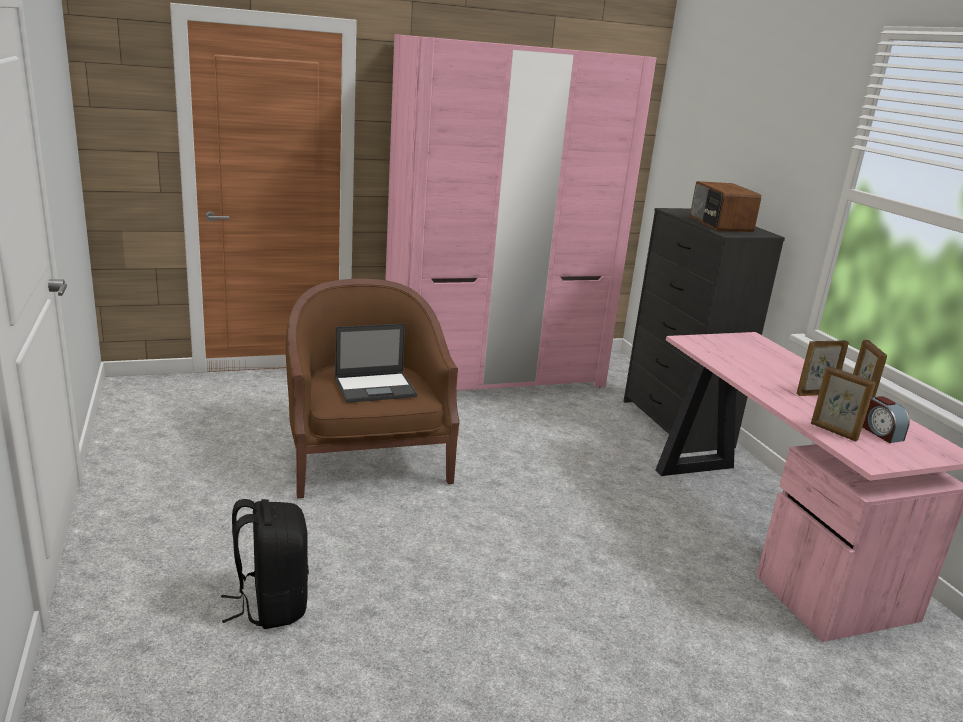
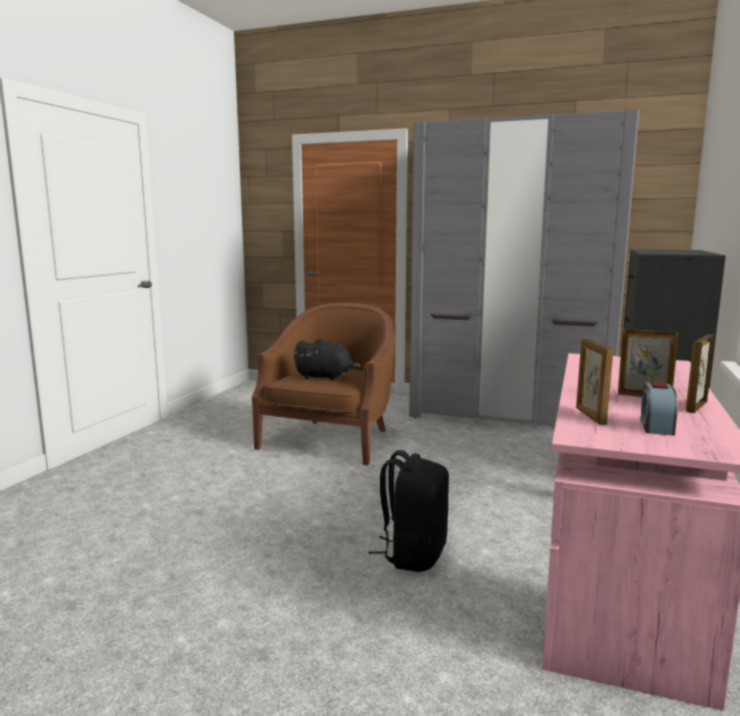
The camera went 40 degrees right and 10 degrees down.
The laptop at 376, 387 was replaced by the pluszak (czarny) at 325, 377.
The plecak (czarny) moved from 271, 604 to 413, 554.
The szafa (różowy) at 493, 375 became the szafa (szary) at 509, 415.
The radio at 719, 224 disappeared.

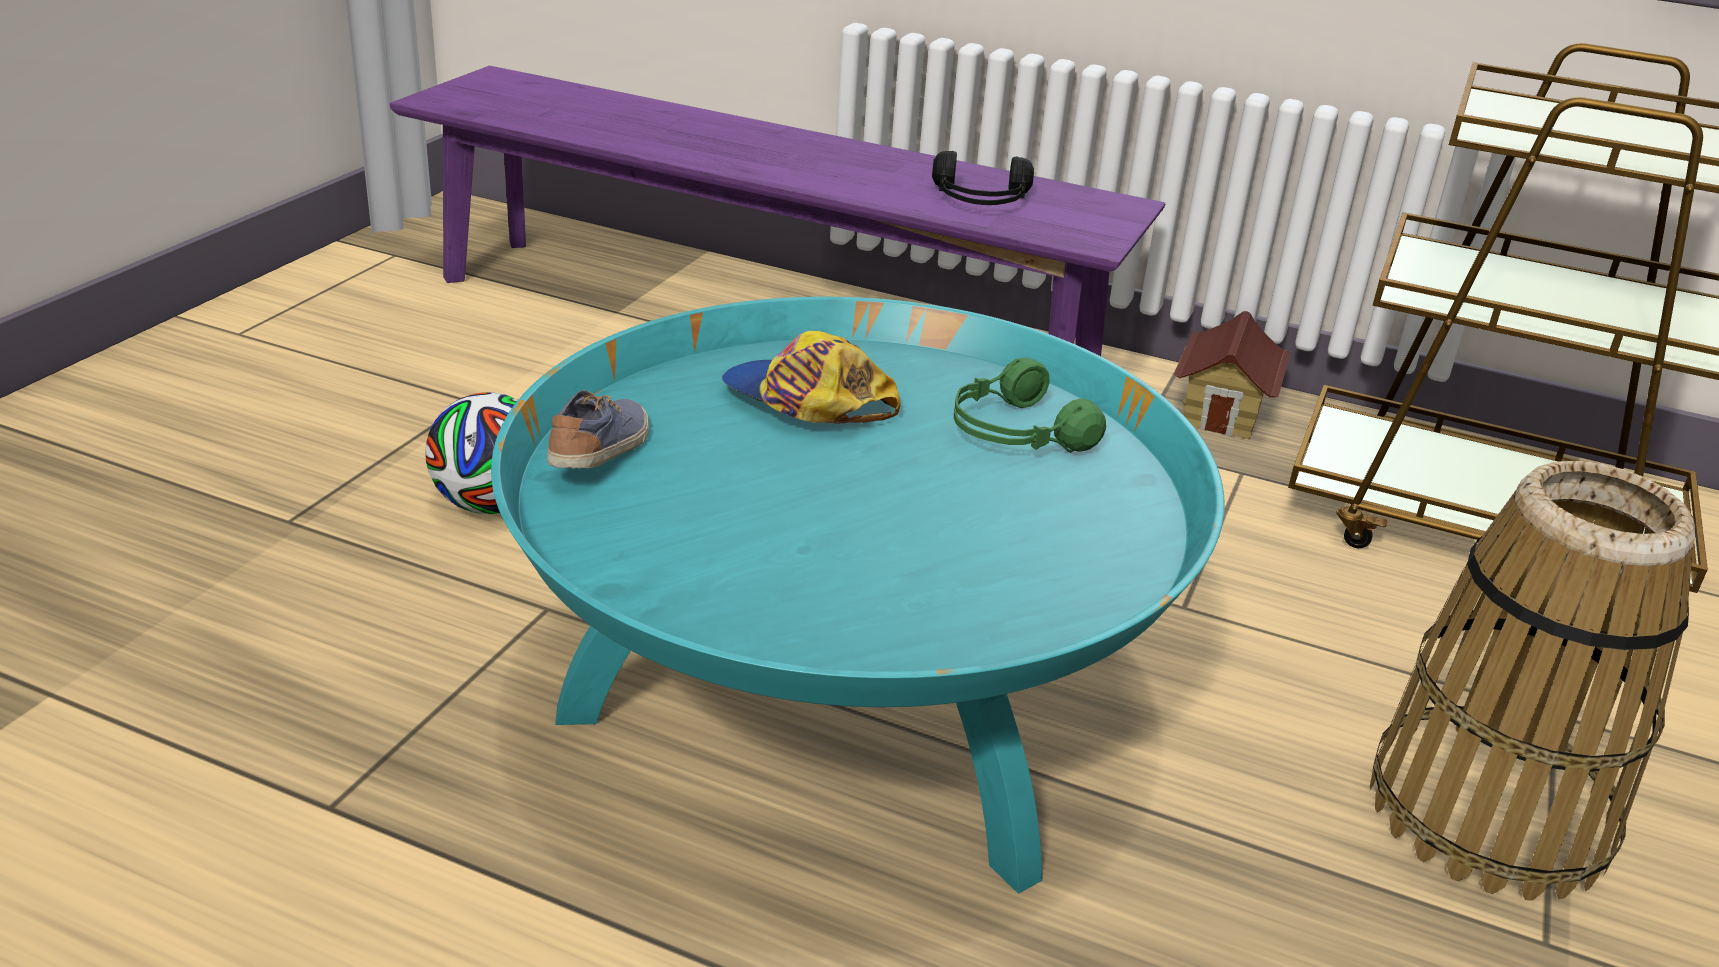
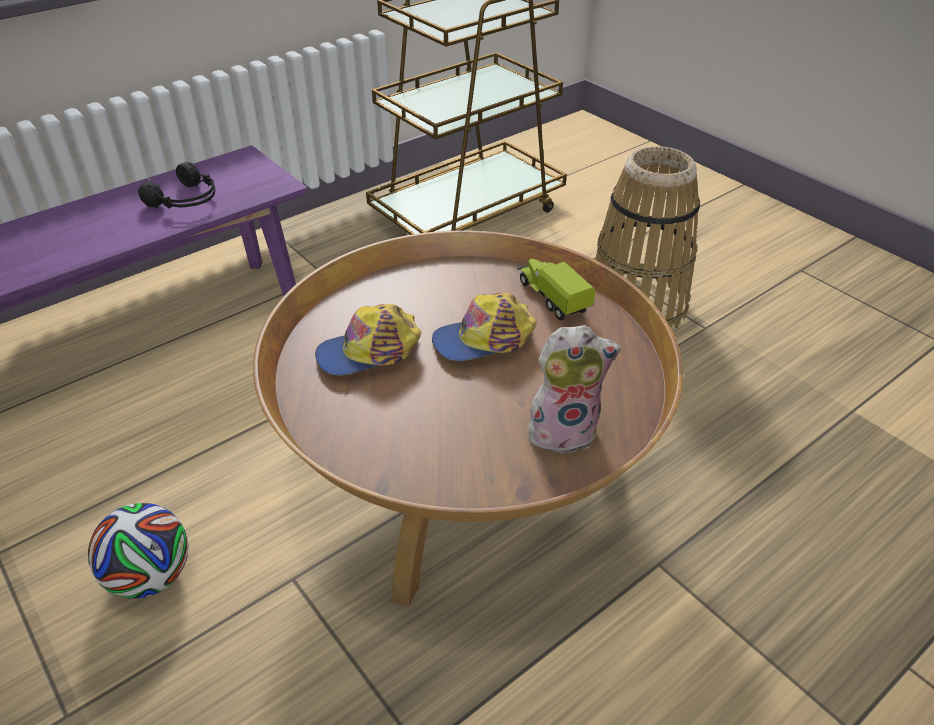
The camera went 60 degrees left and 10 degrees up.
The ława (turkusowy) at 841, 709 became the ława (brązowy) at 466, 474.
The czapka z daszkiem at 484, 339 appeared.
The ciężarówka zabawkowa at 552, 298 appeared.
The pluszak at 563, 431 appeared.
The but at 602, 453 disappeared.
The słuchawki (zielony) at 1015, 433 disappeared.
The domek at 1222, 415 disappeared.

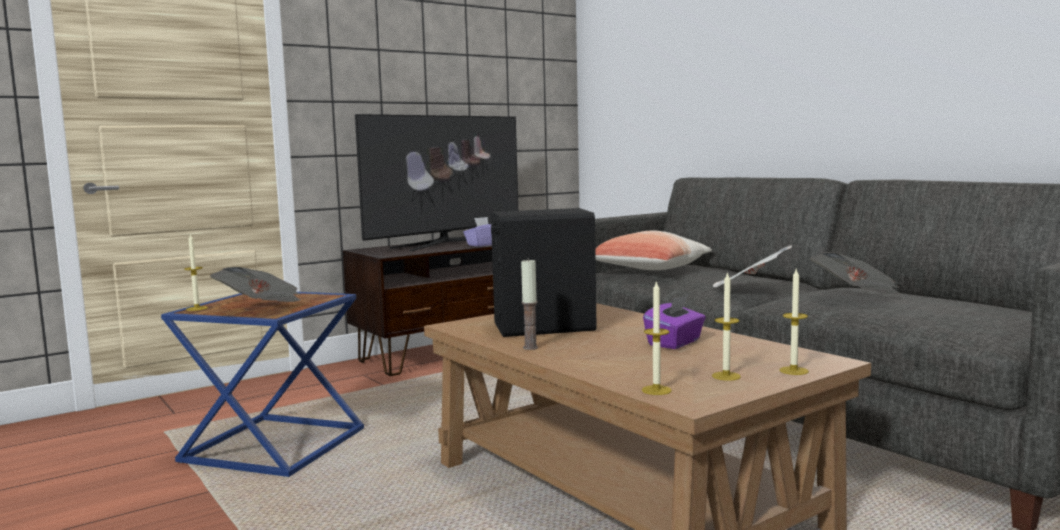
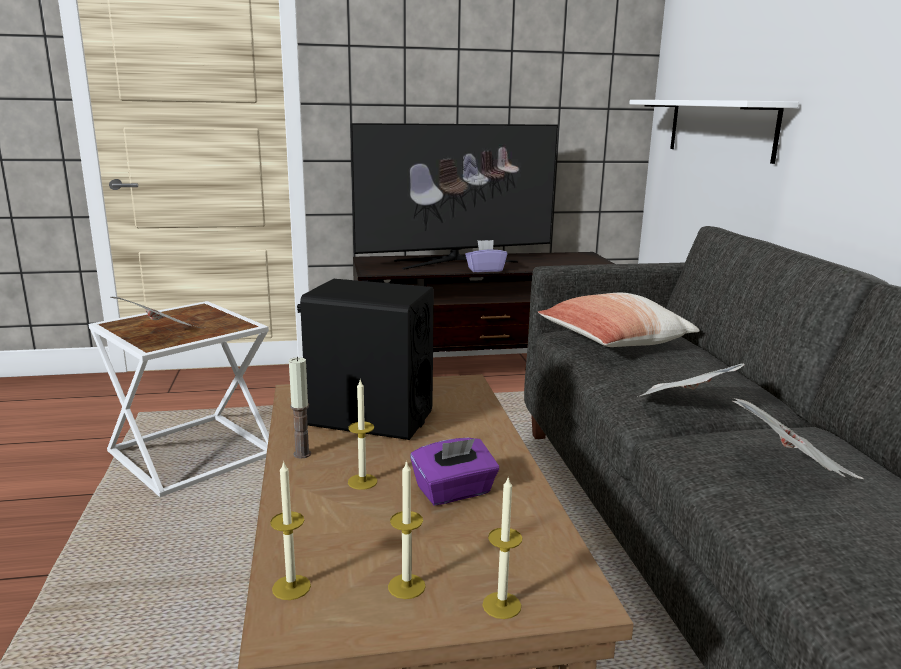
The camera went 25 degrees right and 10 degrees up.
The stolik (niebieski) at 274, 444 became the stolik (biały) at 193, 452.
The świeca moved from 197, 308 to 362, 481.
The półka (biały) at 720, 128 appeared.

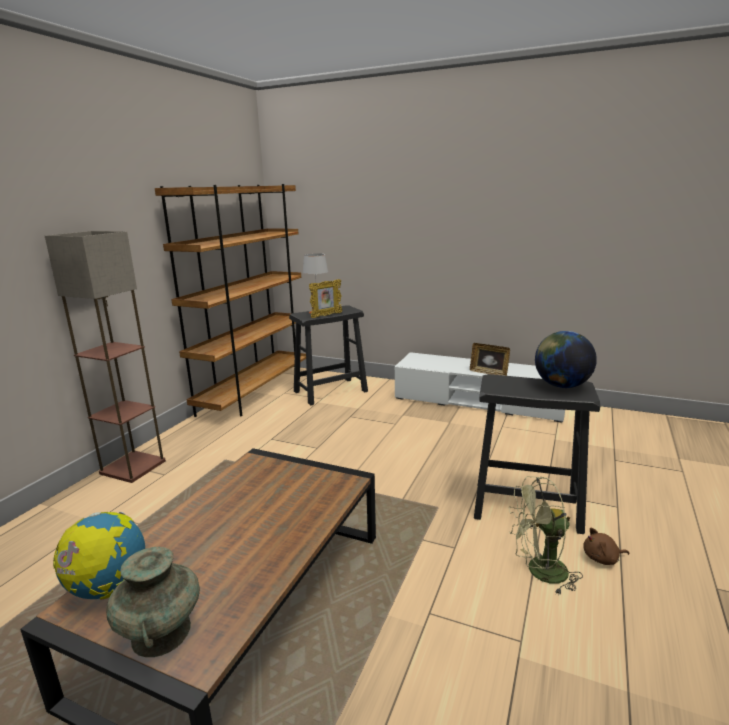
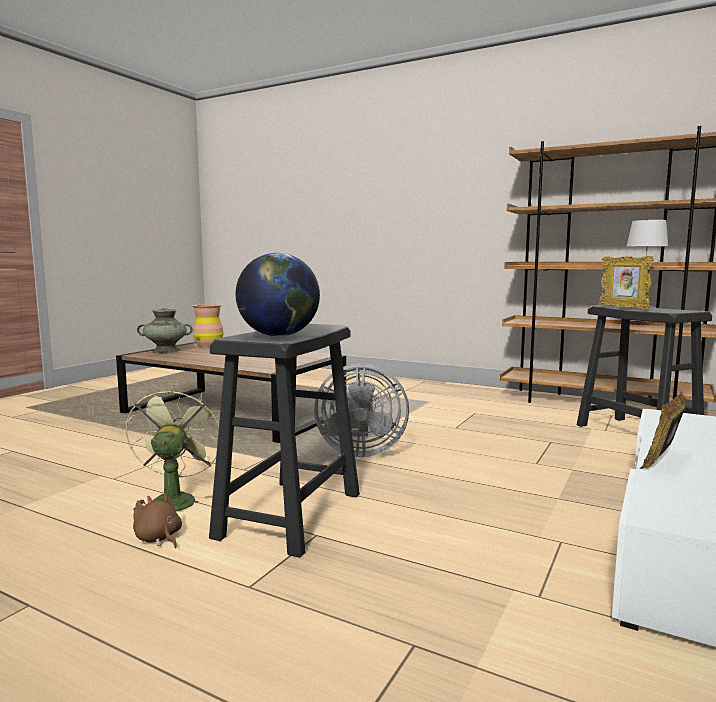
The camera went 95 degrees right and 10 degrees down.
The pluszak (brązowy) at 602, 558 turned 45 degrees counterclockwise.
The globus at 108, 588 was replaced by the wazon (brązowy) at 208, 345.
The wentylator (szary) at 358, 451 appeared.
The lampa stojąca at 133, 466 disappeared.

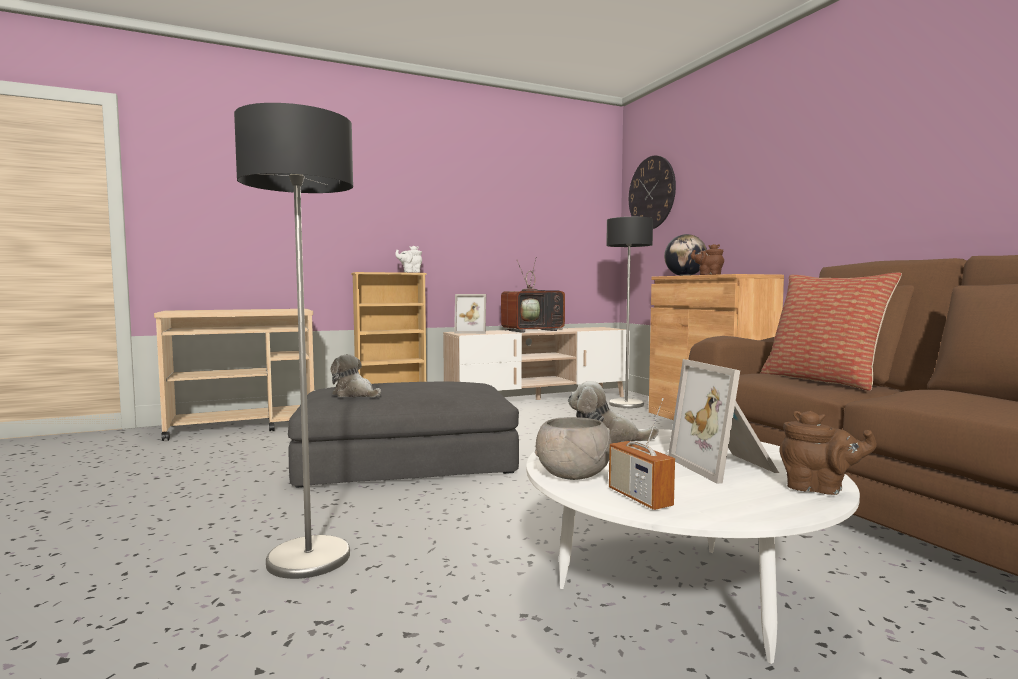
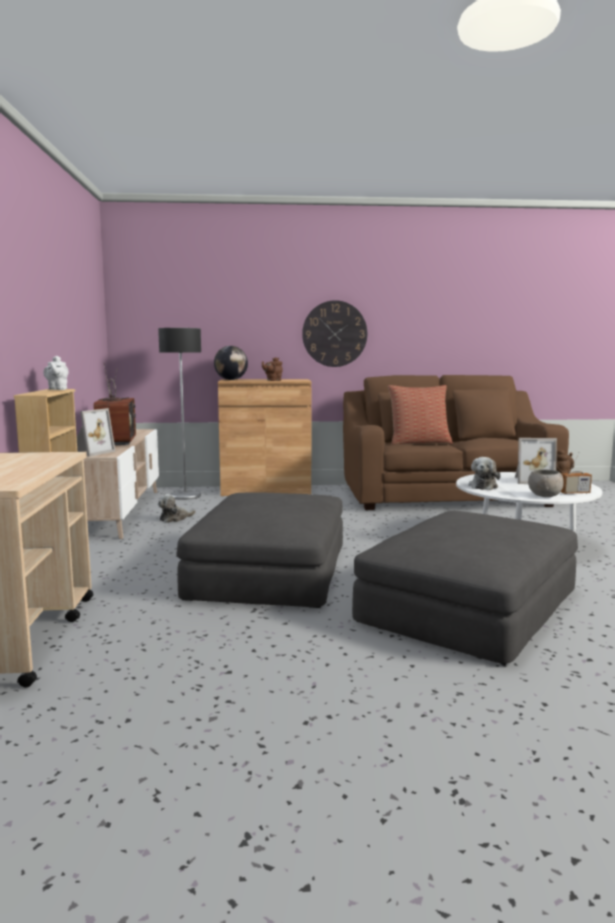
The camera went 70 degrees left and 5 degrees up.
The pluszak moved from 355, 394 to 175, 519.
The zegar ścienny moved from 651, 193 to 334, 334.
The lampa stojąca at 309, 558 was replaced by the pufa (szary) at 469, 604.

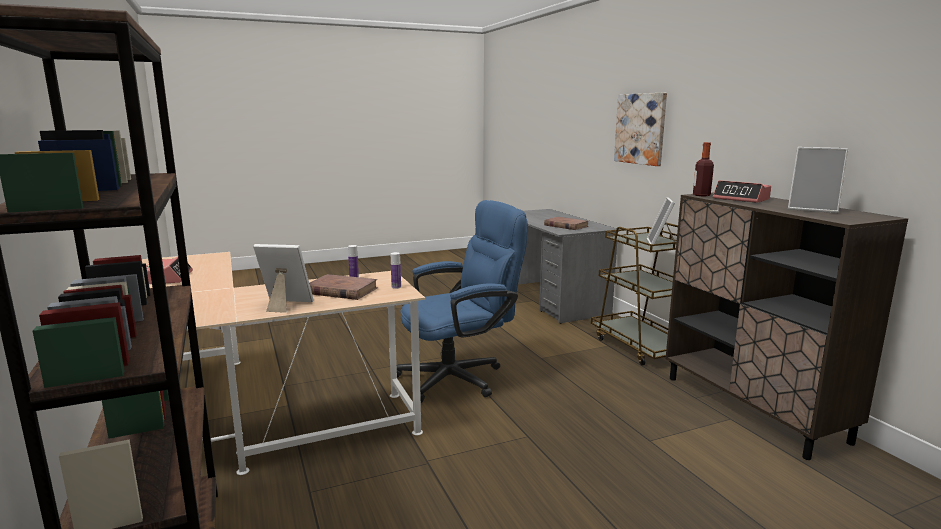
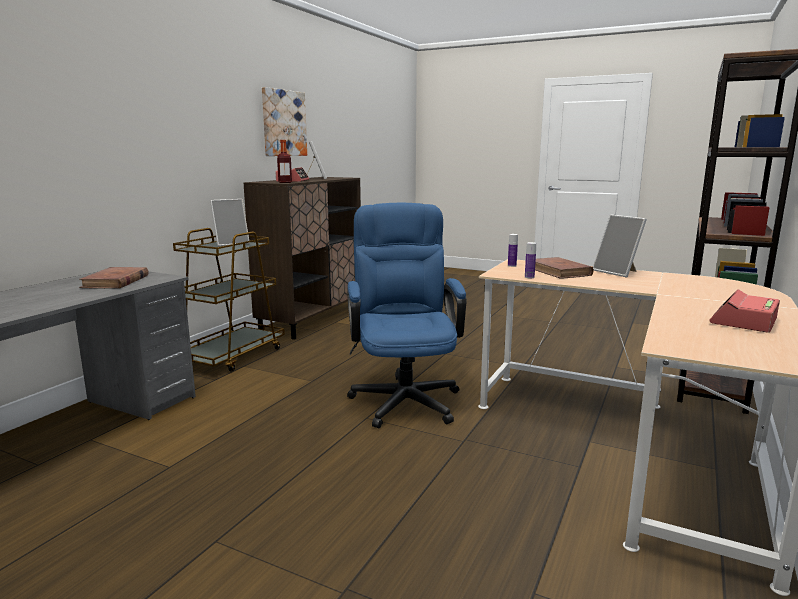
The camera went 130 degrees left and 0 degrees up.
The obraz moved from 640, 129 to 283, 123.
The krzesło biurowe (niebieski) at 460, 377 turned 60 degrees clockwise.

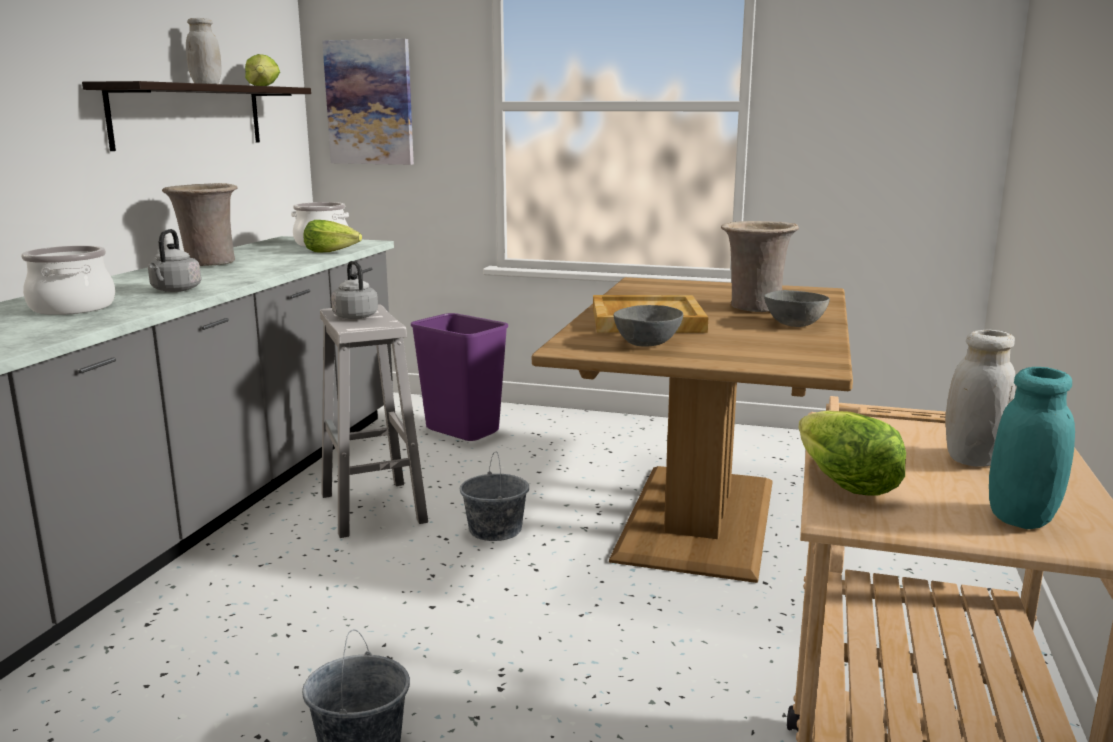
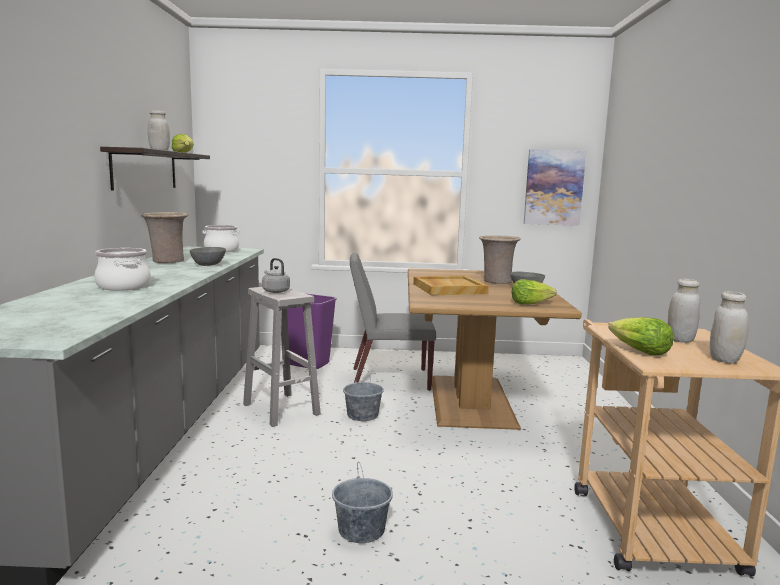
The camera went 15 degrees left and 5 degrees down.
The miska (szary) moved from 648, 344 to 209, 265.
The krzesło (szary) at 389, 379 appeared.
The sałata moved from 332, 252 to 530, 303.
The obraz moved from 370, 103 to 553, 187.
The słoik (turkusowy) at 1022, 518 became the słoik (biały) at 724, 360.
The czajnik (szary) at 175, 290 disappeared.

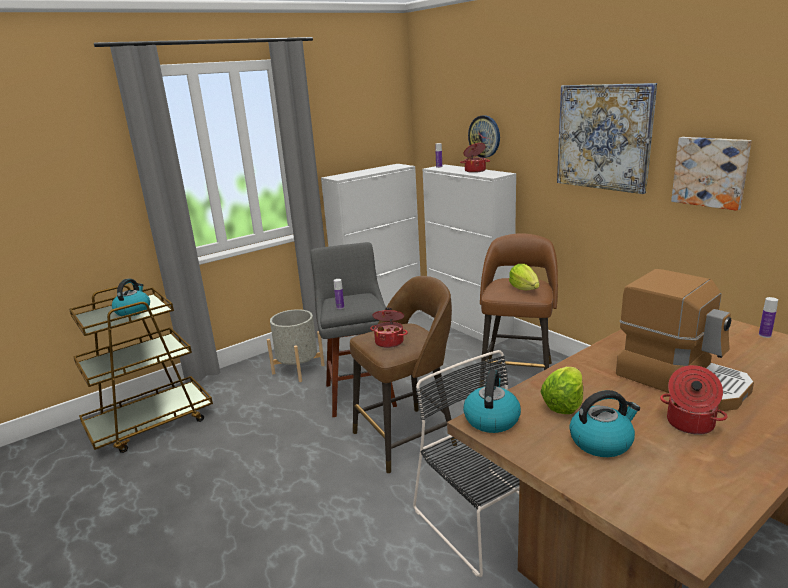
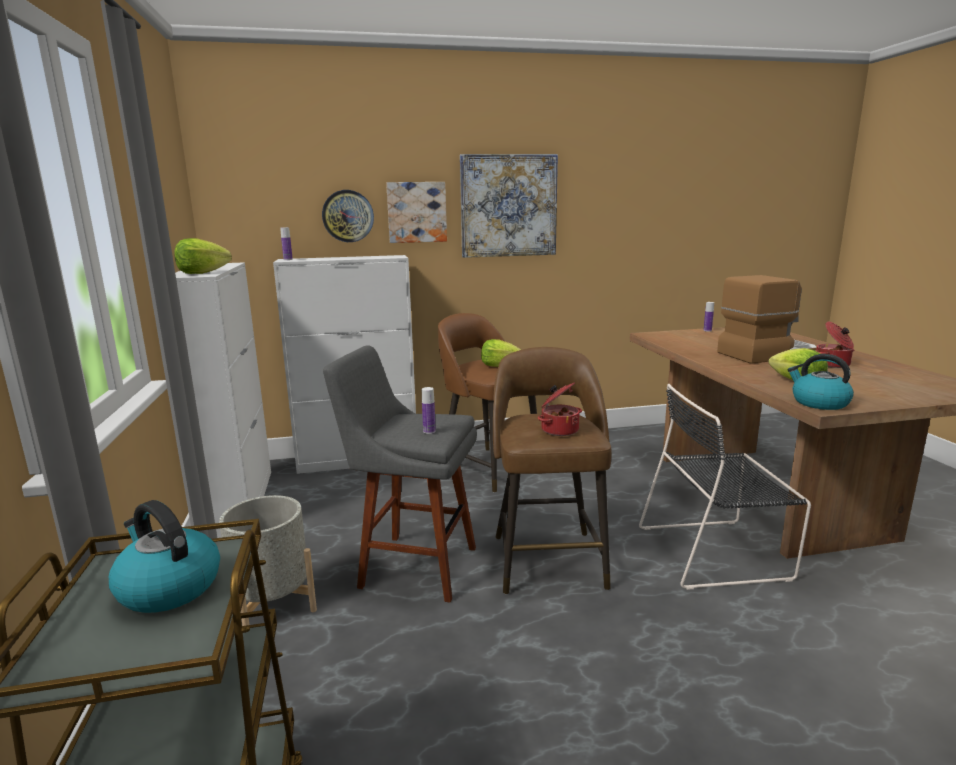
The camera went 65 degrees left and 5 degrees down.
The sałata at 202, 273 appeared.
The obraz moved from 711, 172 to 416, 212.
The garnek at 475, 170 disappeared.
The czajnik at 601, 442 disappeared.

